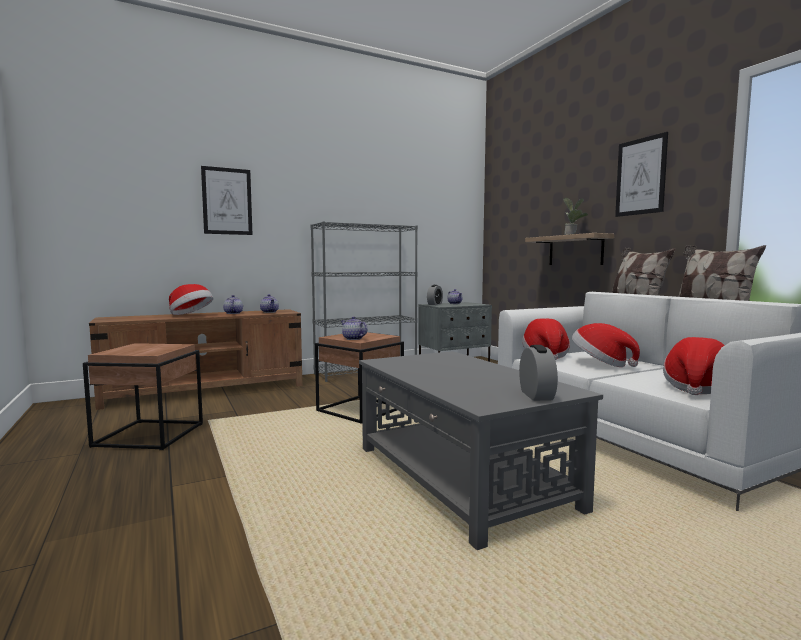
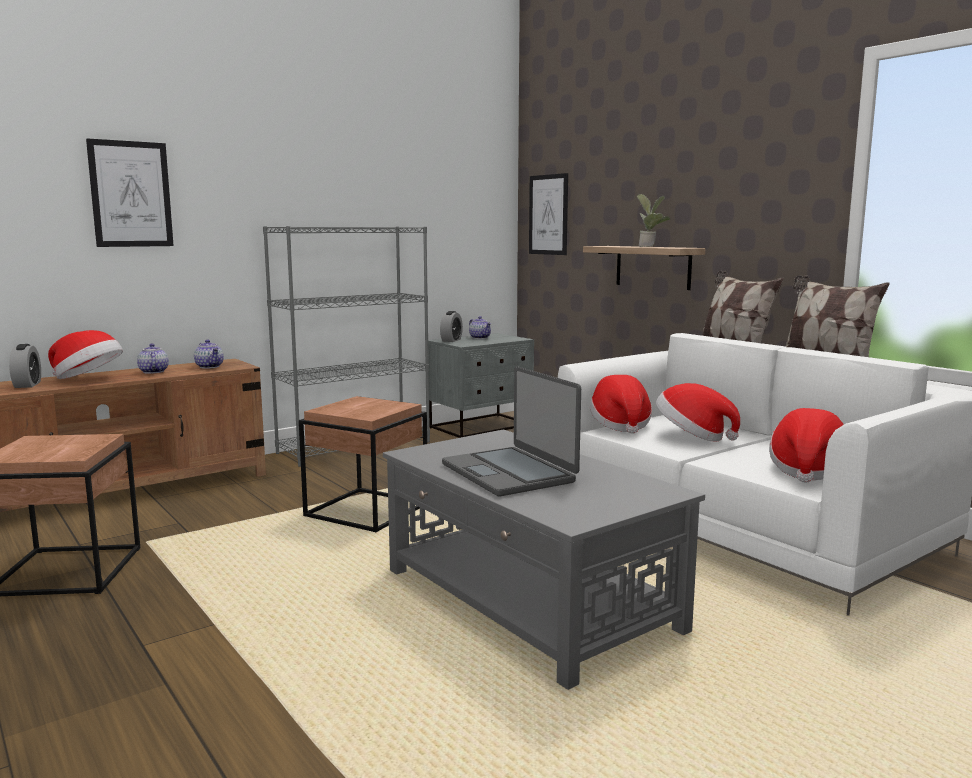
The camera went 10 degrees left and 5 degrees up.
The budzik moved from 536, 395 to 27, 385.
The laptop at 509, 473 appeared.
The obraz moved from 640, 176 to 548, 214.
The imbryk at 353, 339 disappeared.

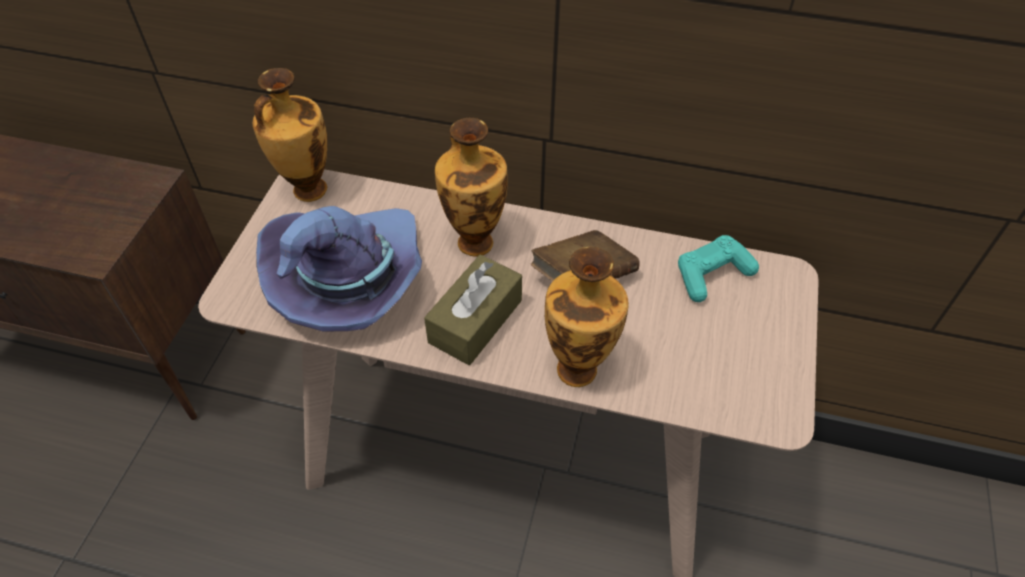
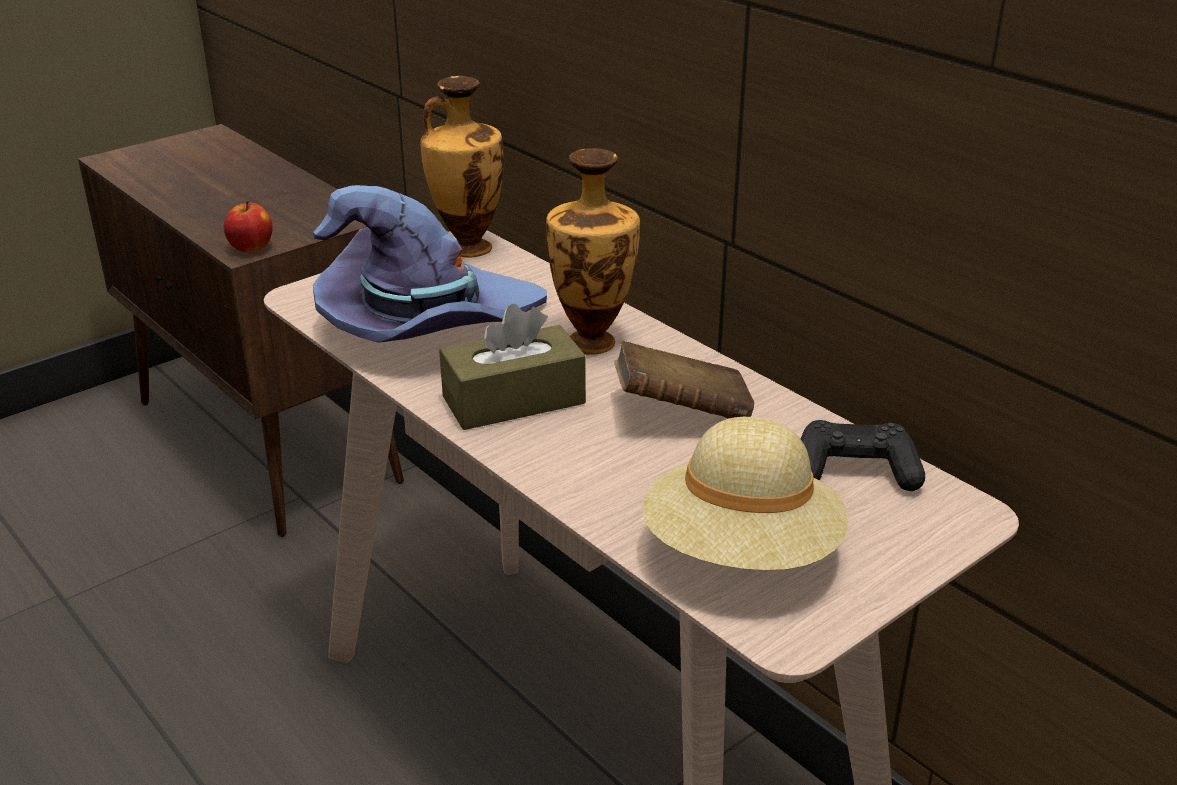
The camera went 35 degrees right and 20 degrees down.
The jabłko at 251, 248 appeared.
The kapelusz (beżowy) at 742, 552 appeared.
The pad do gier (turkusowy) at 712, 275 became the pad do gier (czarny) at 854, 472.
The wazon at 578, 367 disappeared.

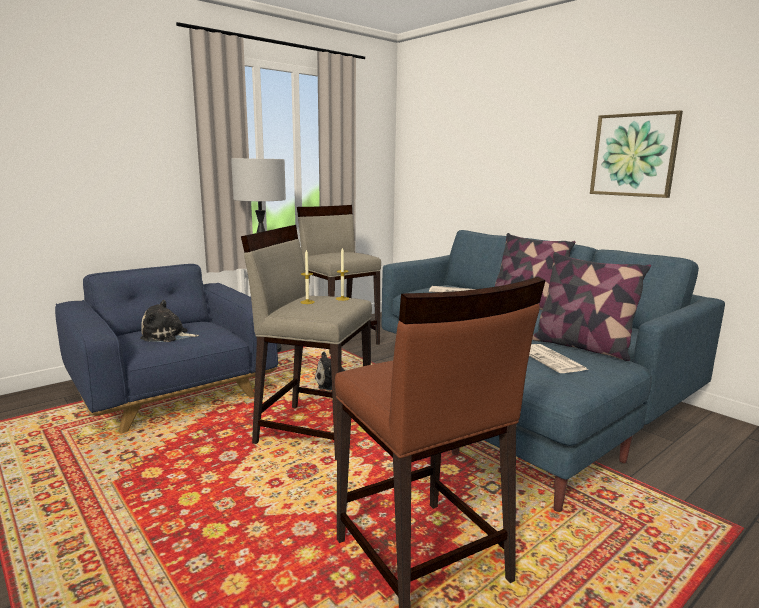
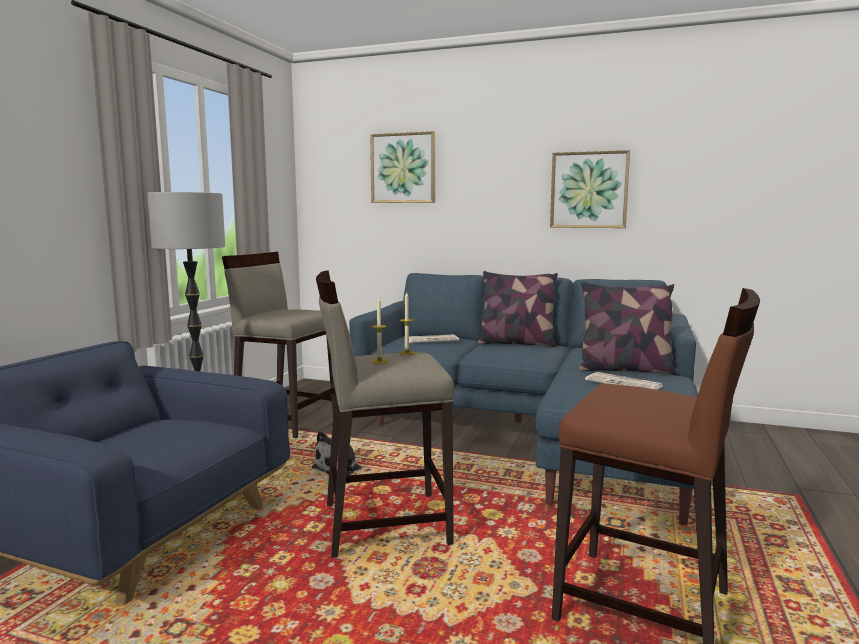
The camera went 30 degrees left and 5 degrees down.
The obraz at 403, 168 appeared.
The pluszak at 167, 336 disappeared.

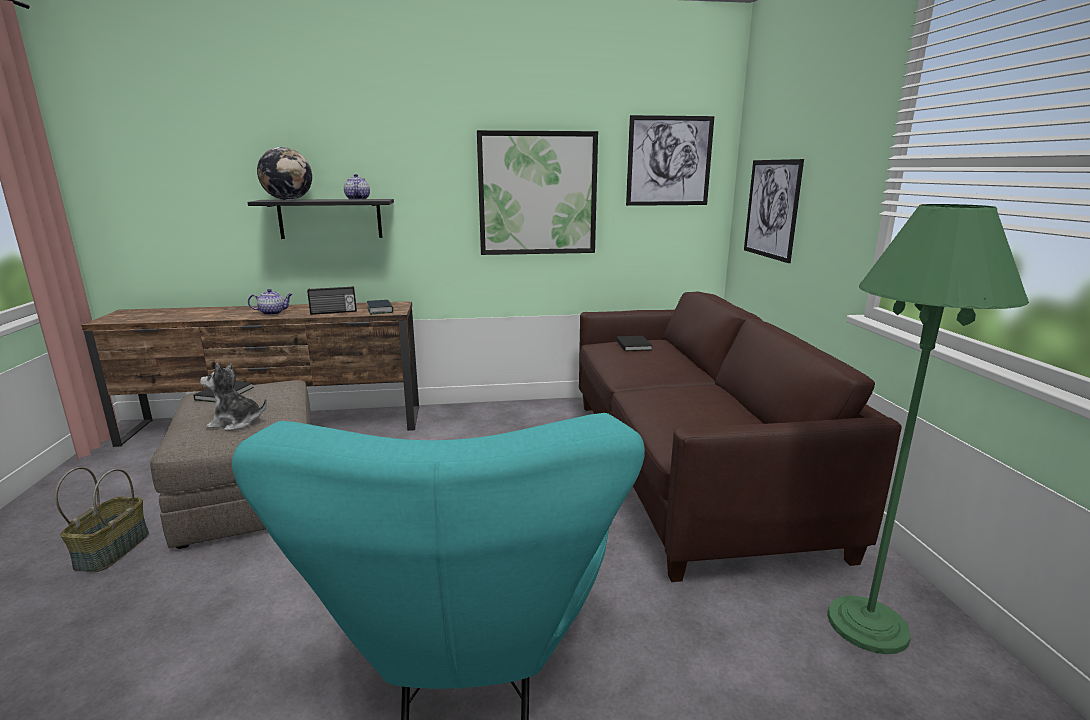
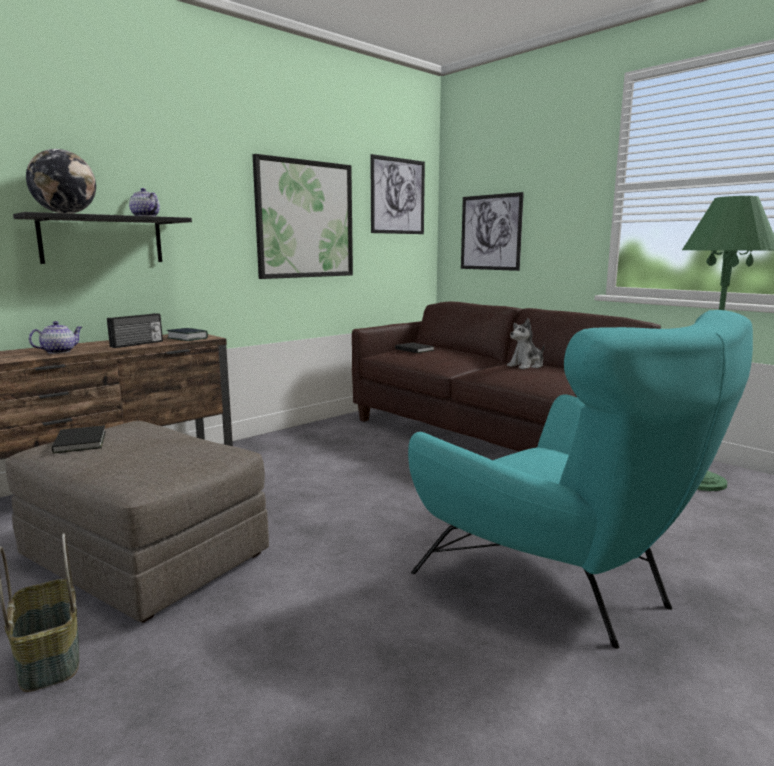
The camera went 35 degrees left and 5 degrees down.
The pluszak moved from 236, 422 to 526, 366.

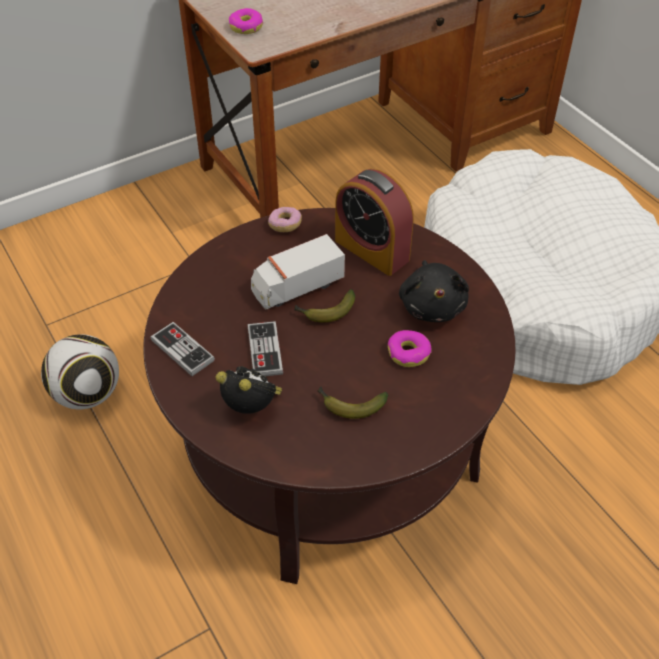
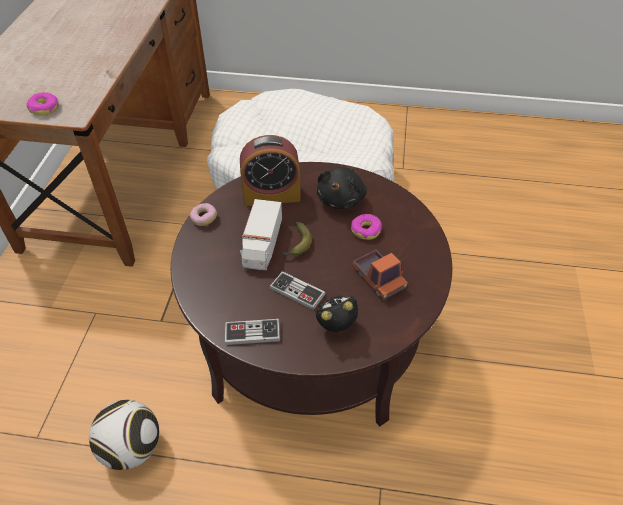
The camera went 50 degrees left and 0 degrees up.
The pluszak (czarny) at 432, 305 turned 75 degrees clockwise.
The banan at 349, 405 was replaced by the ciężarówka zabawkowa at 378, 279.

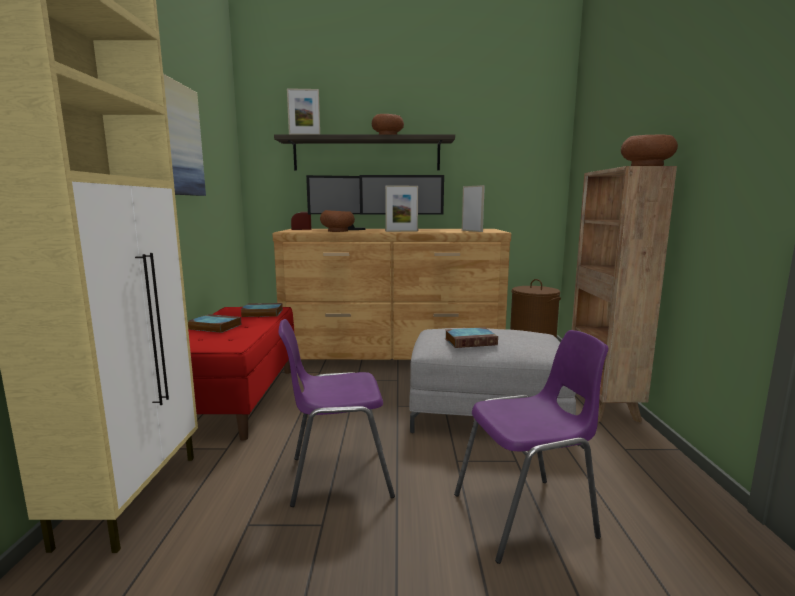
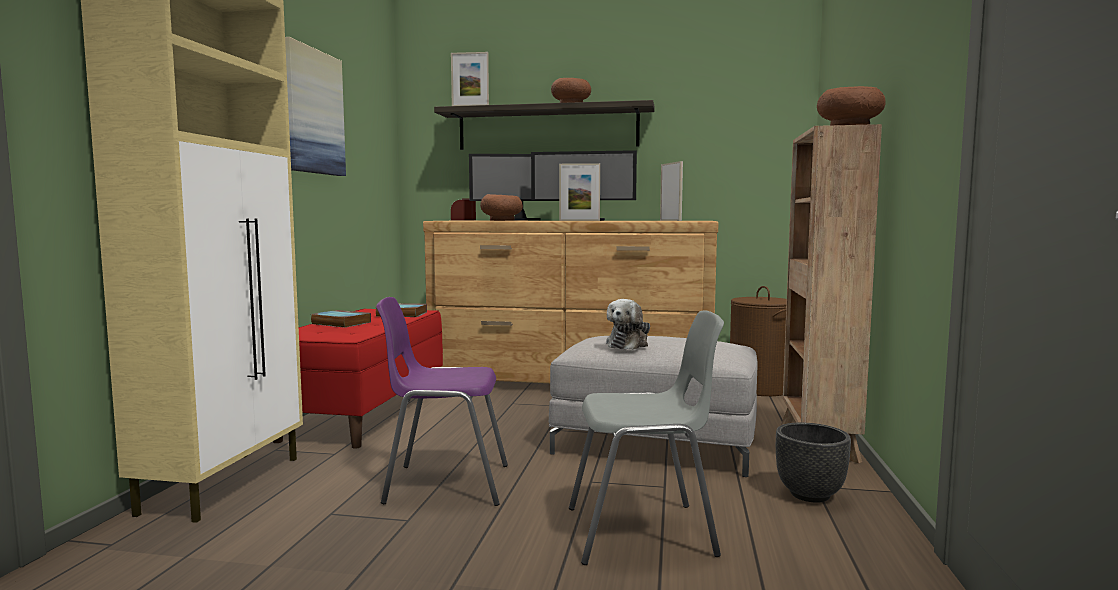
The camera went 10 degrees right and 5 degrees down.
The krzesło (fioletowy) at 527, 516 became the krzesło (szary) at 644, 532.
The książka at 471, 341 was replaced by the pluszak at 628, 344.
The donica (czarny) at 810, 495 appeared.

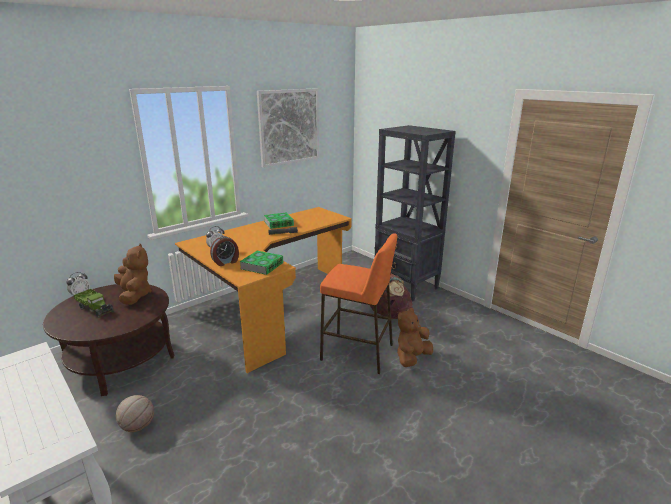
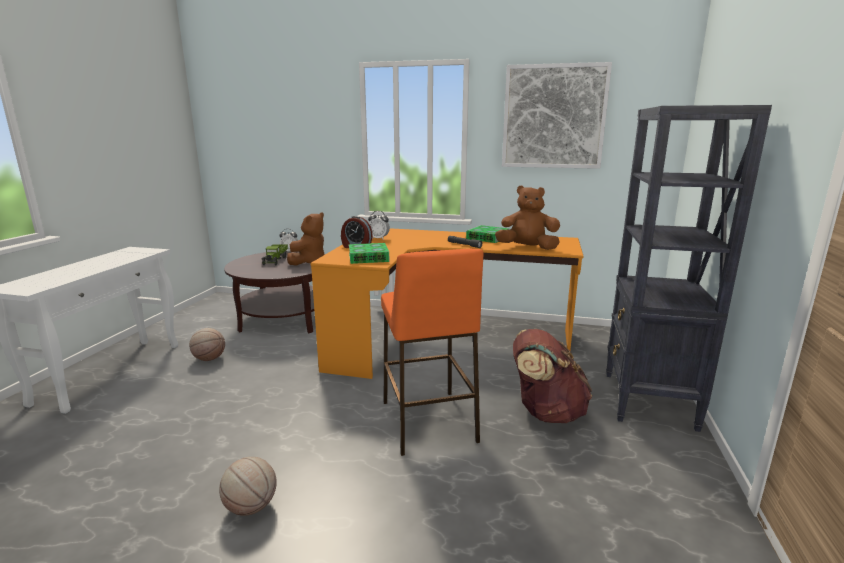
The camera went 55 degrees right and 5 degrees down.
The piłka do koszykówki at 251, 507 appeared.
The pluszak (brązowy) moved from 412, 358 to 527, 248.

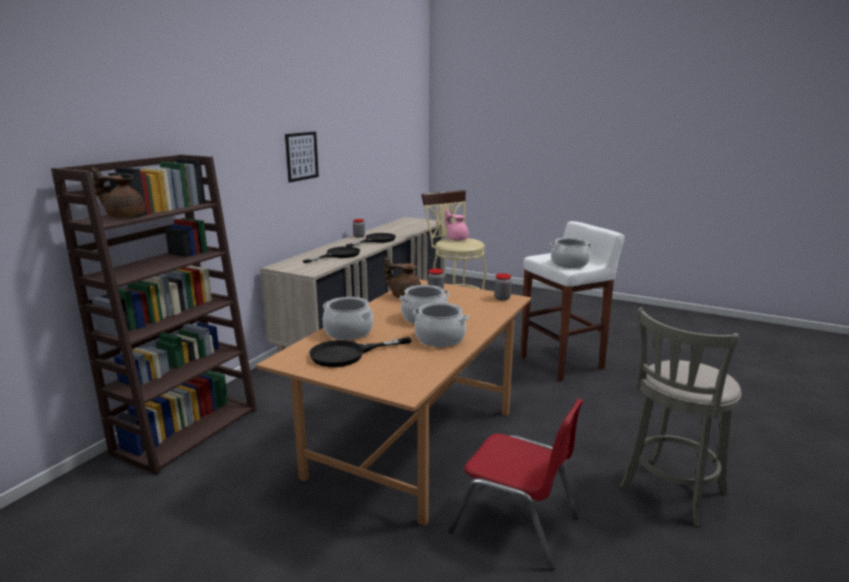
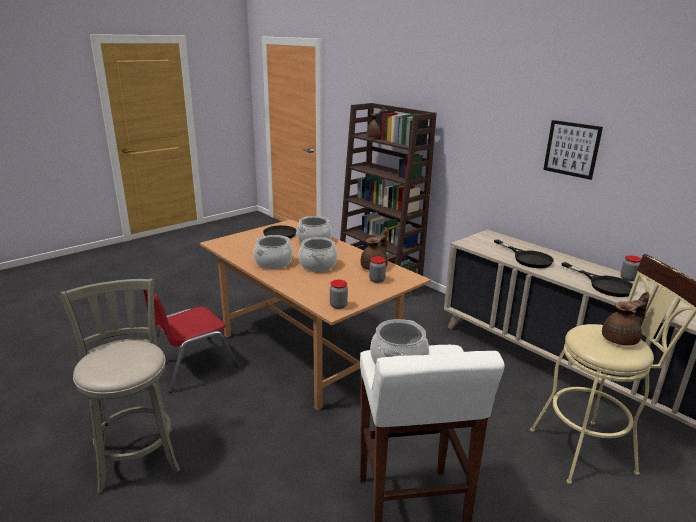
The camera went 110 degrees right and 5 degrees up.
The imbryk (różowy) at 457, 239 became the imbryk (brązowy) at 621, 339.

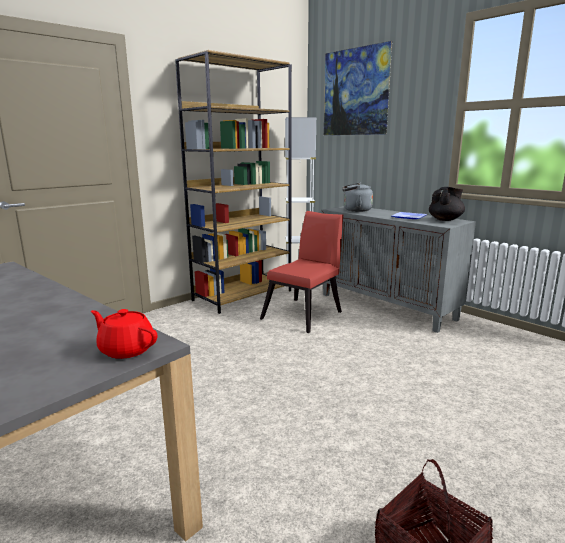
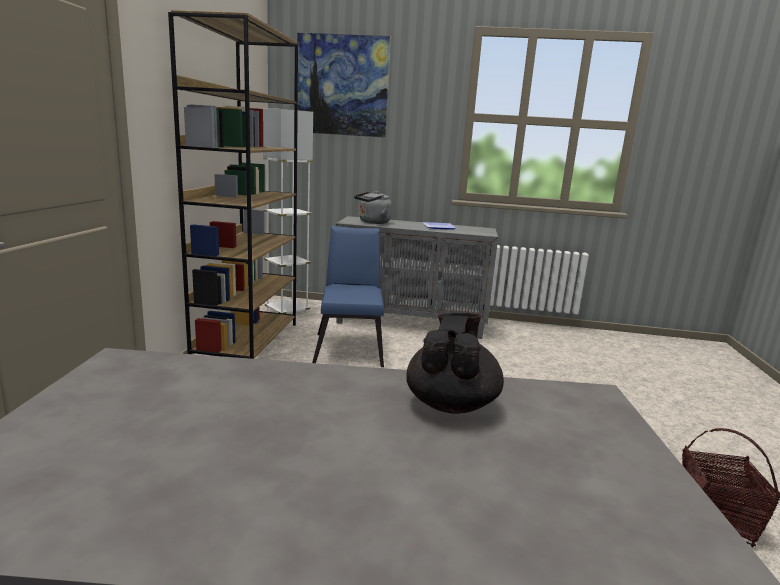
The camera went 40 degrees left and 0 degrees up.
The krzesło (czerwony) at 305, 314 became the krzesło (niebieski) at 350, 347.
The imbryk (czarny) moved from 445, 220 to 451, 403.
The imbryk (czerwony) at 126, 349 disappeared.

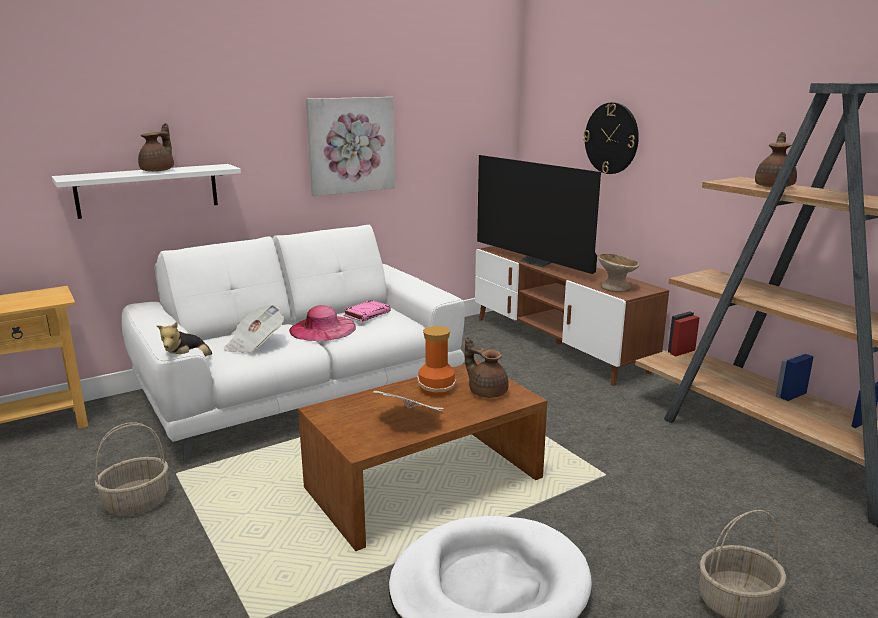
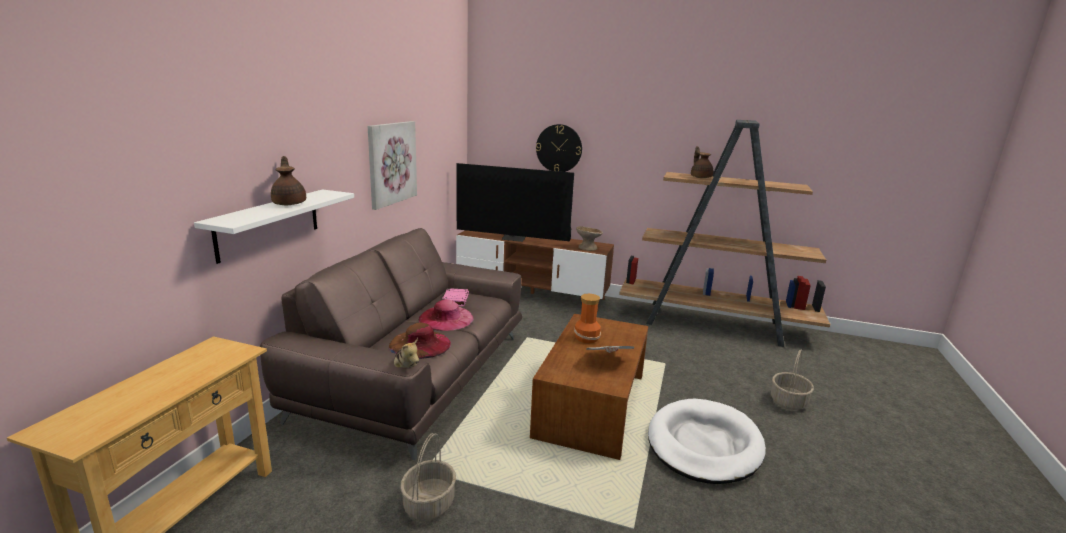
The camera went 40 degrees left and 0 degrees up.
The kanapa (biały) at 302, 389 became the kanapa (brązowy) at 416, 374.
The gazeta at 254, 344 was replaced by the kapelusz (brązowy) at 420, 344.
The imbryk (brązowy) at 486, 391 disappeared.

